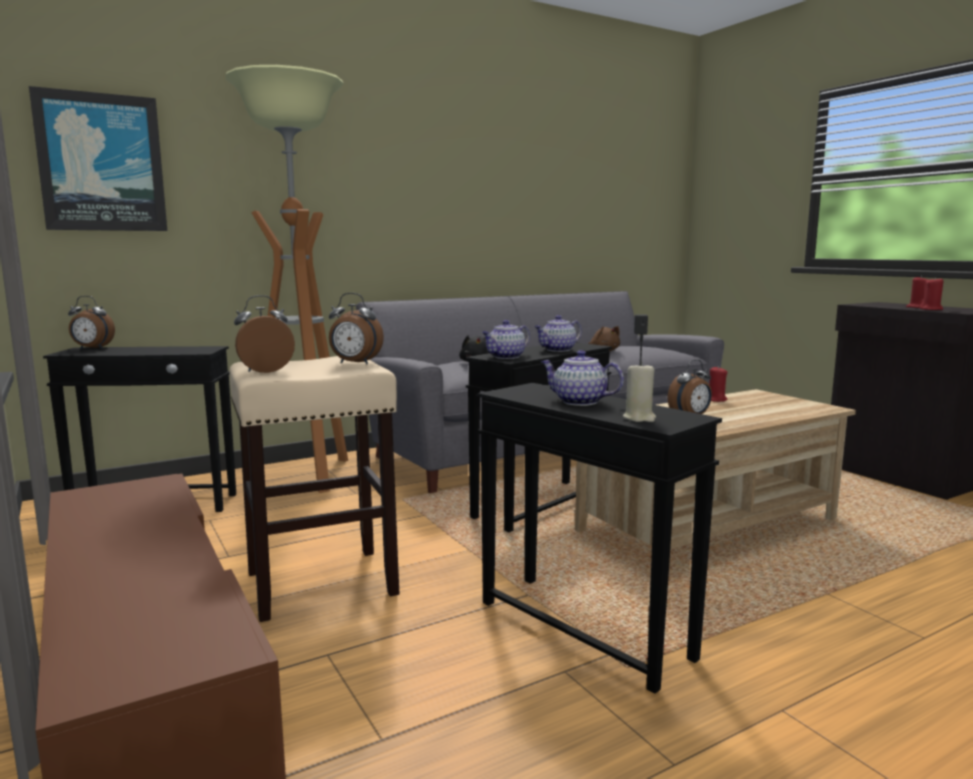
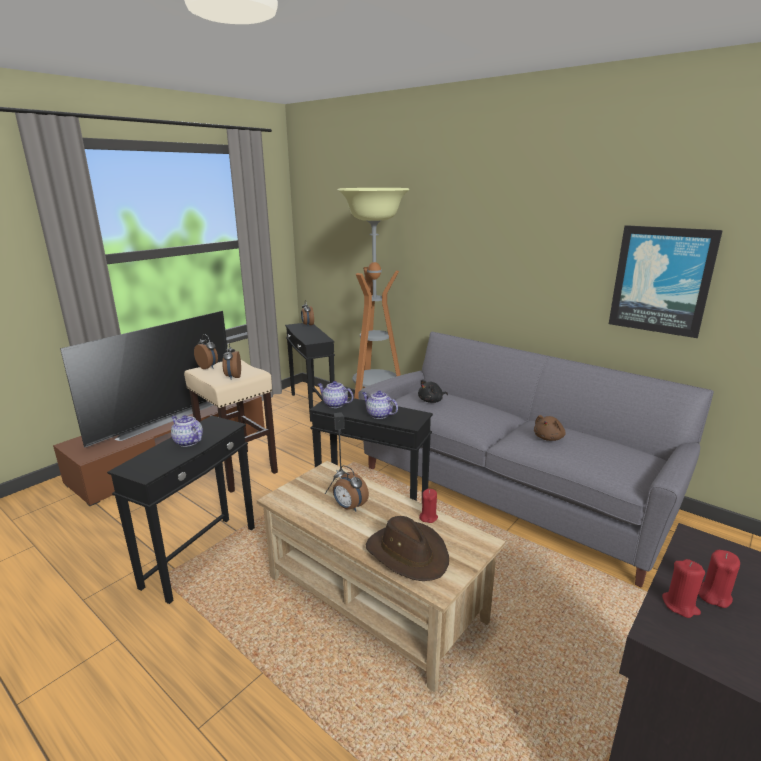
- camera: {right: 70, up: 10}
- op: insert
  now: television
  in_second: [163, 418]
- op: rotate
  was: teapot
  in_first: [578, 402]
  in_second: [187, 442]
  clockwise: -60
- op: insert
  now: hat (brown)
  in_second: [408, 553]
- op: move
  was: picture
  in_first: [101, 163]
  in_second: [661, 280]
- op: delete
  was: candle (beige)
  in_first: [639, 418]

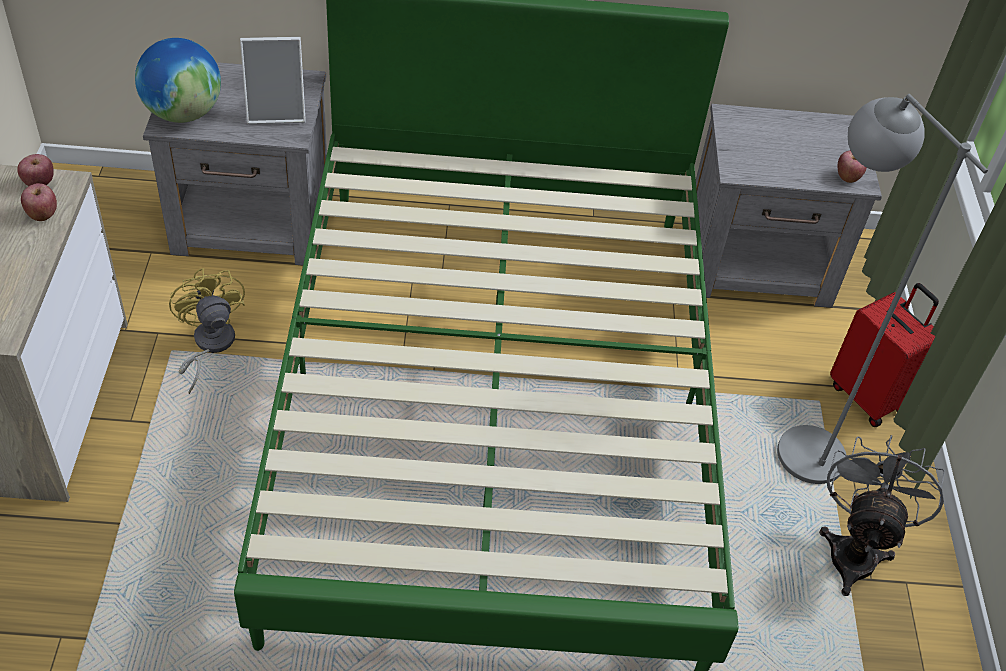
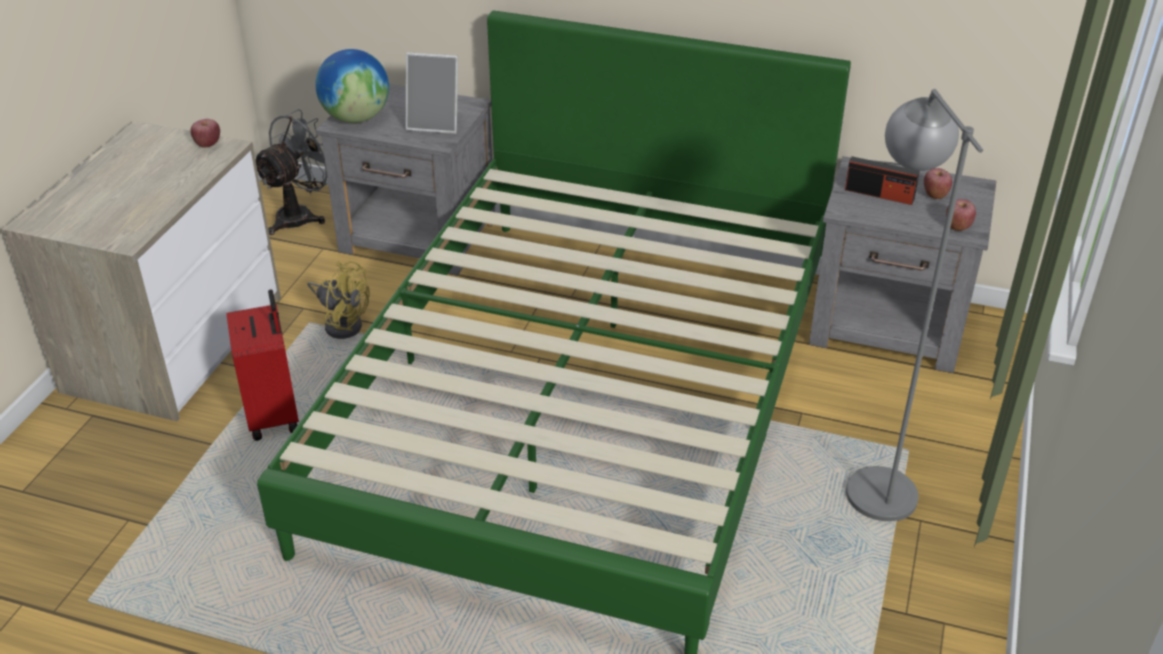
- camera: {right: 20, up: -10}
- op: move
  was: suitcase (red)
  in_first: [868, 396]
  in_second: [275, 415]
- op: move
  was: fan (grey)
  in_first: [854, 549]
  in_second: [301, 215]
- op: rotate
  was: fan (yellow)
  in_first: [209, 345]
  in_second: [342, 323]
  clockwise: 120
- op: insert
  now: radio
  in_second: [879, 194]
- op: move
  was: apple
  in_first: [42, 214]
  in_second: [935, 194]

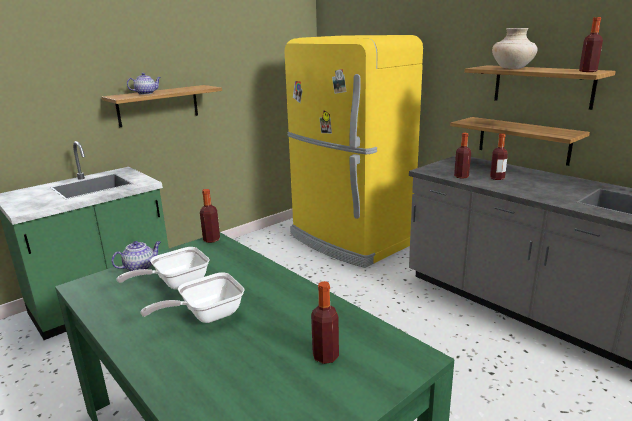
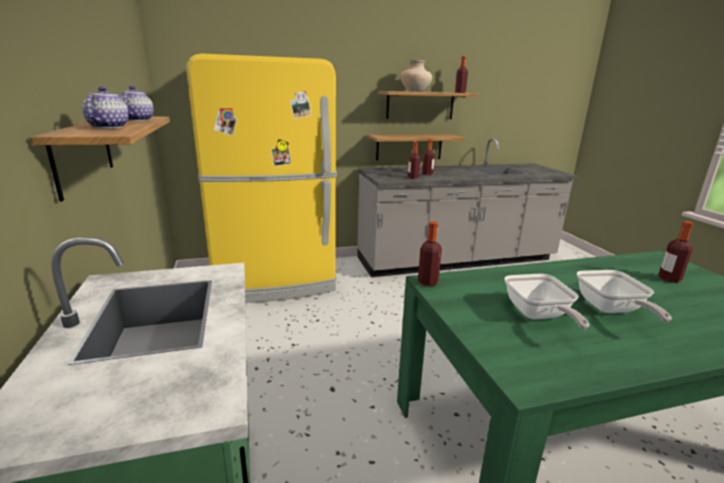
- camera: {right: -65, up: 0}
- op: move
  was: teapot
  in_first: [140, 267]
  in_second: [136, 120]

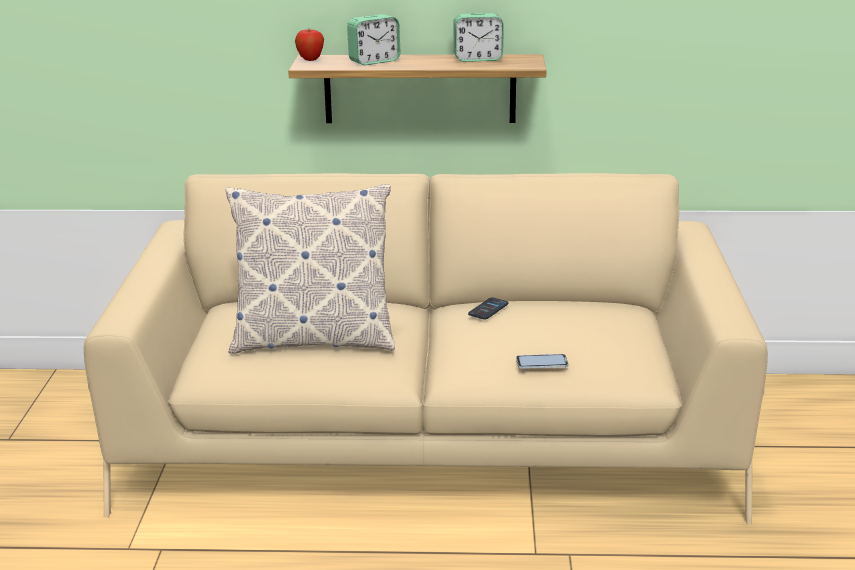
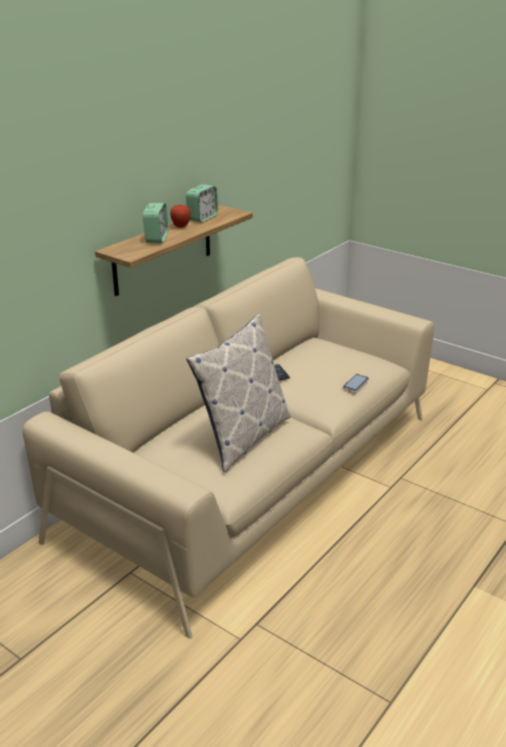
- camera: {right: -55, up: 5}
- op: move
  was: apple
  in_first: [310, 60]
  in_second: [181, 227]

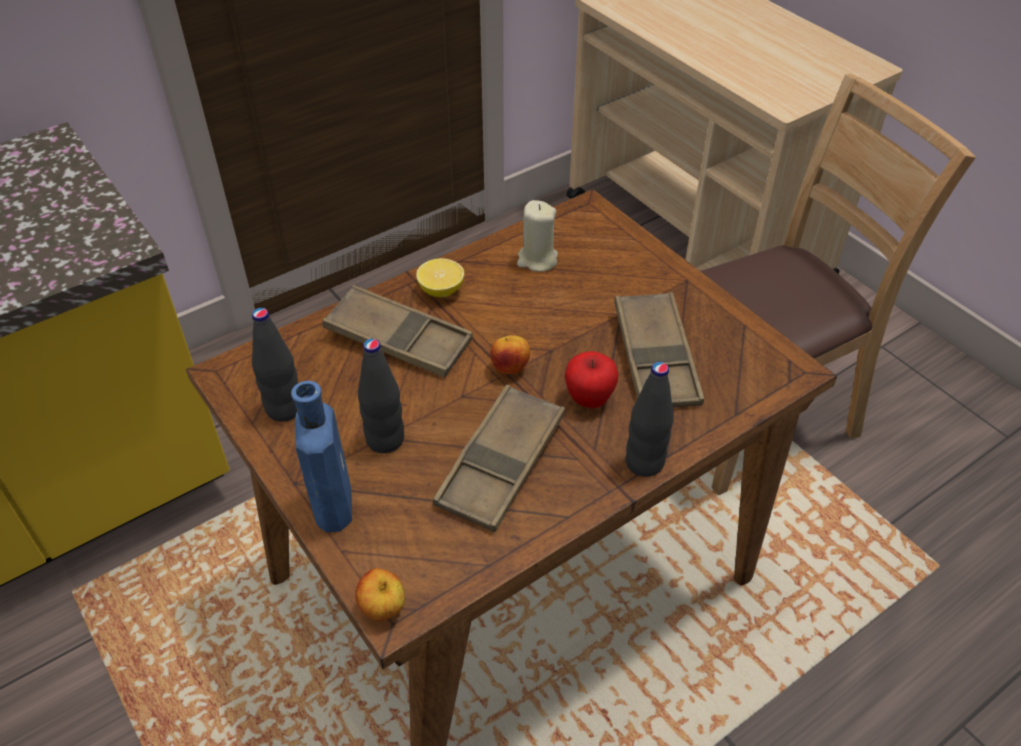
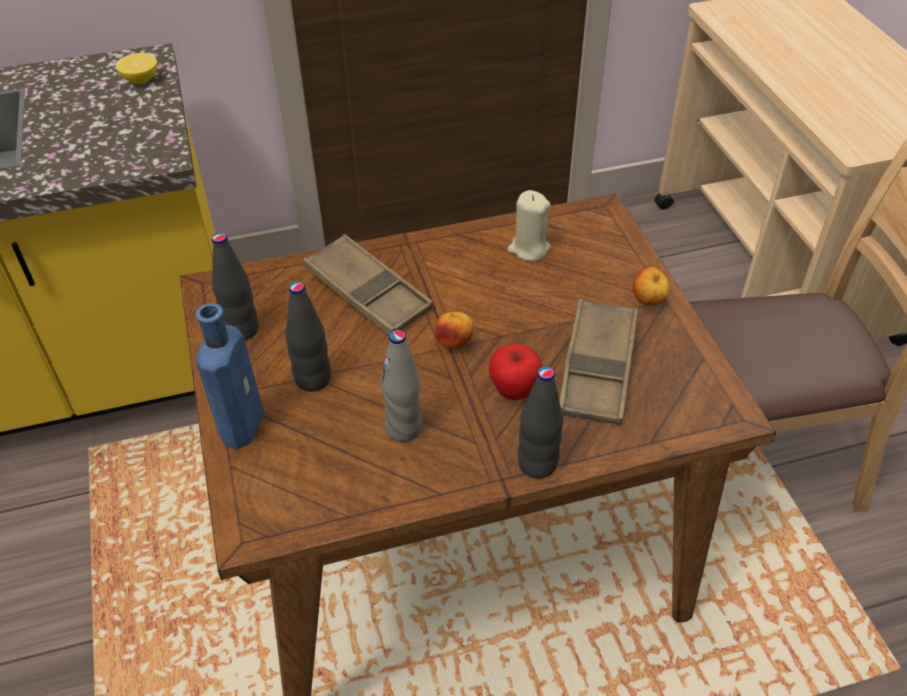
- camera: {right: 20, up: 0}
- op: move
  was: lemon
  in_first: [441, 290]
  in_second: [141, 80]
- op: replace
  was: tray (brown)
  now: bottle (grey)
  in_first: [501, 464]
  in_second: [403, 428]
- op: move
  was: apple
  in_first: [383, 609]
  in_second: [648, 302]

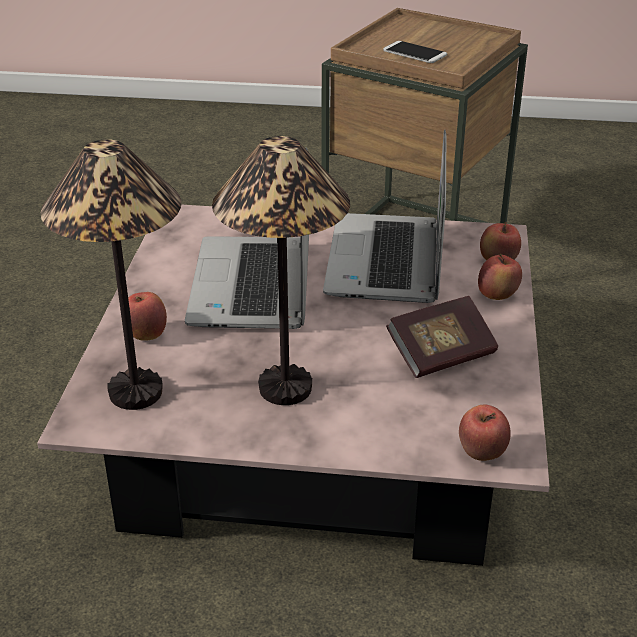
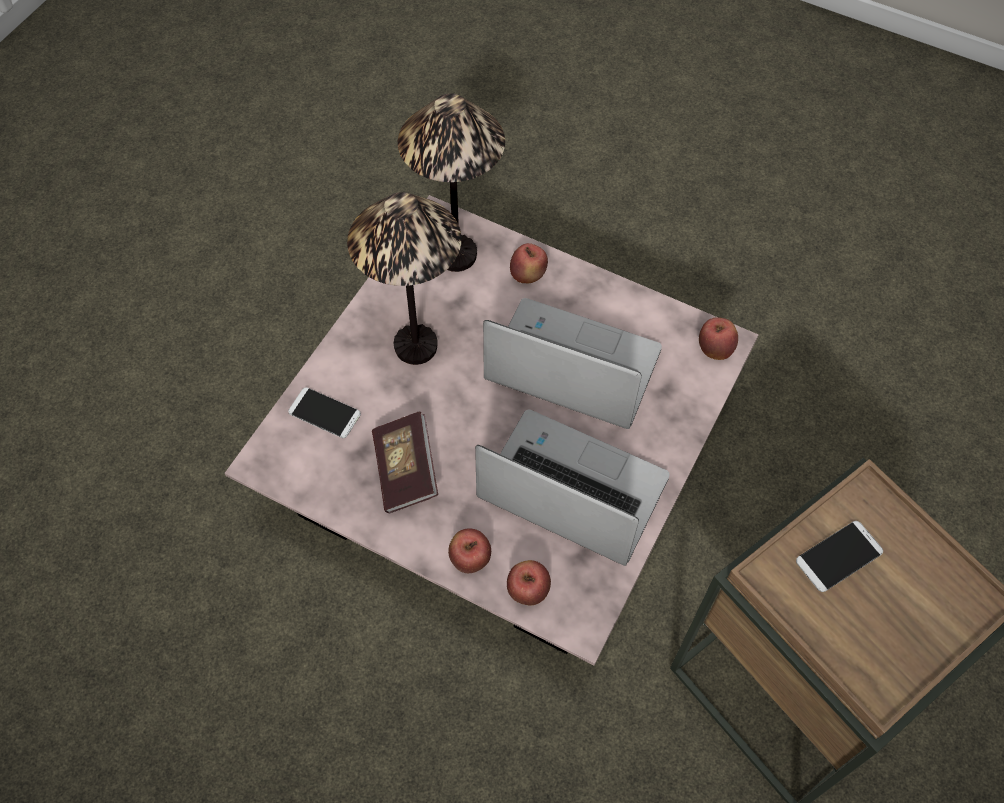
- camera: {right: 110, up: 25}
- op: insert
  now: phone
  in_second: [324, 413]
- op: move
  was: apple
  in_first: [482, 454]
  in_second: [714, 350]

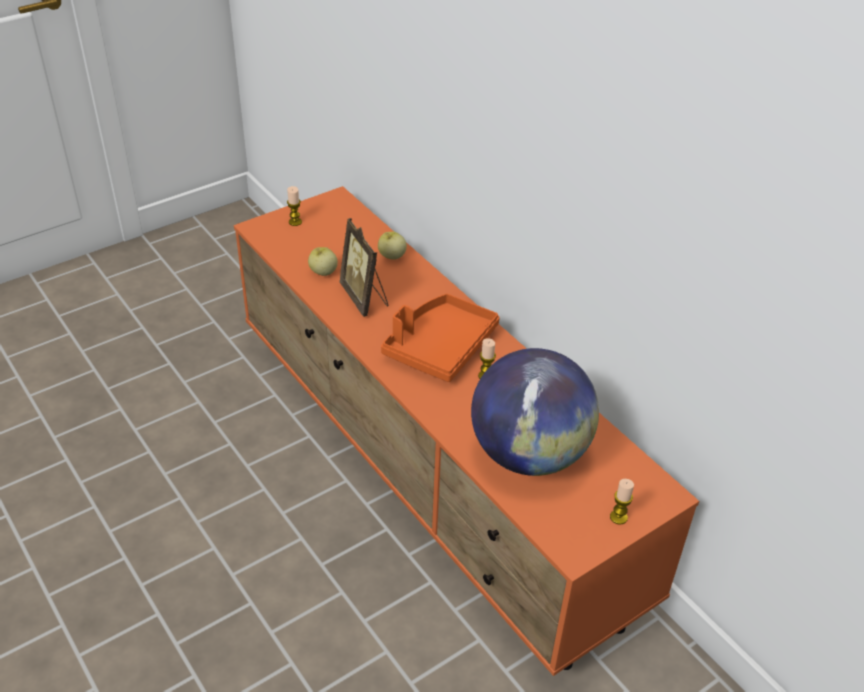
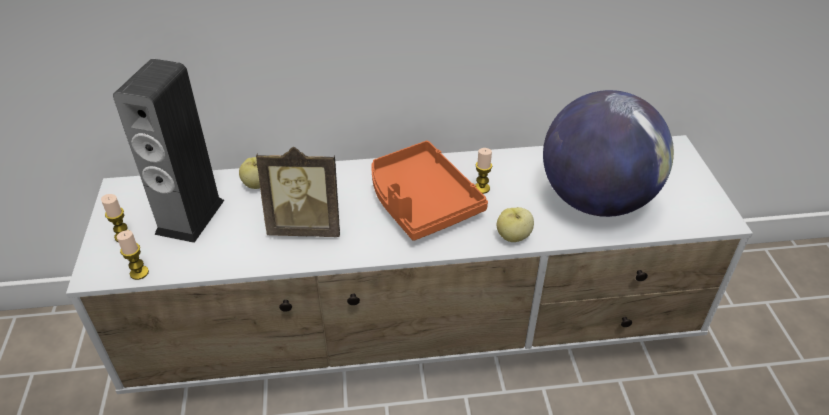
- camera: {right: -60, up: 0}
- op: recolor
  was: tv stand (orange)
  now: tv stand (white)
  in_first: [429, 472]
  in_second: [417, 334]
- op: insert
  now: speaker
  in_second: [190, 217]
- op: move
  was: candle
  in_first: [618, 517]
  in_second: [139, 273]
- op: move
  was: apple
  in_first: [323, 272]
  in_second: [513, 237]

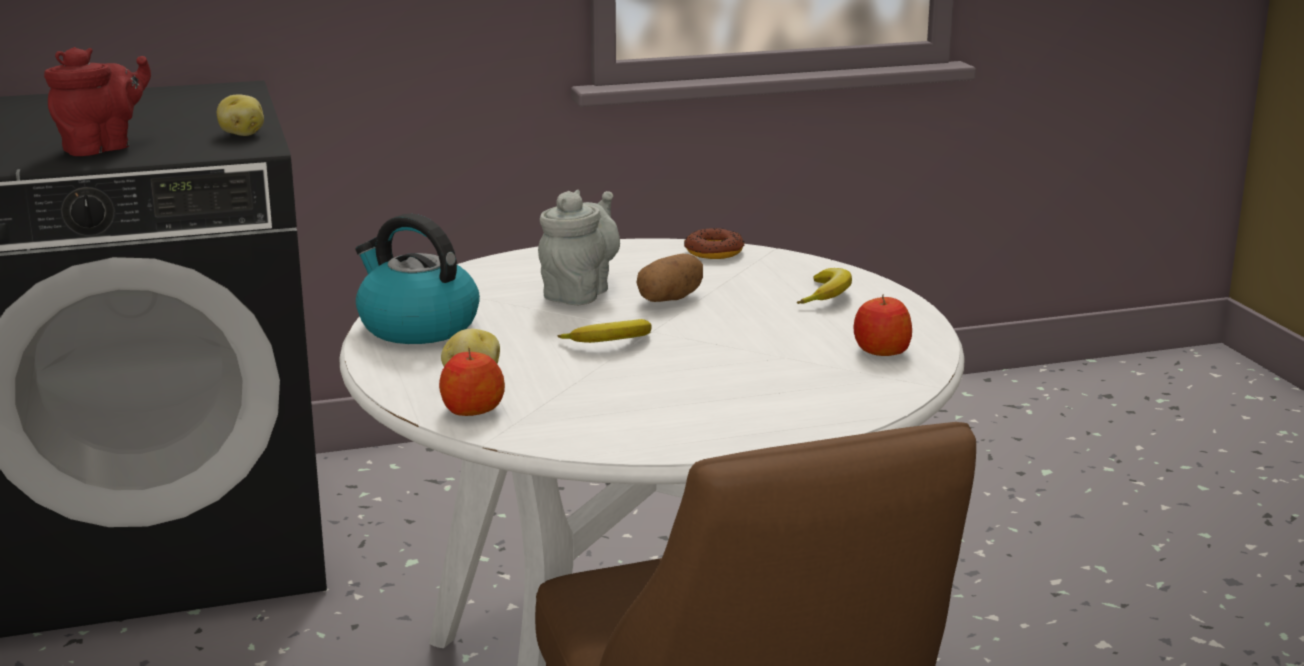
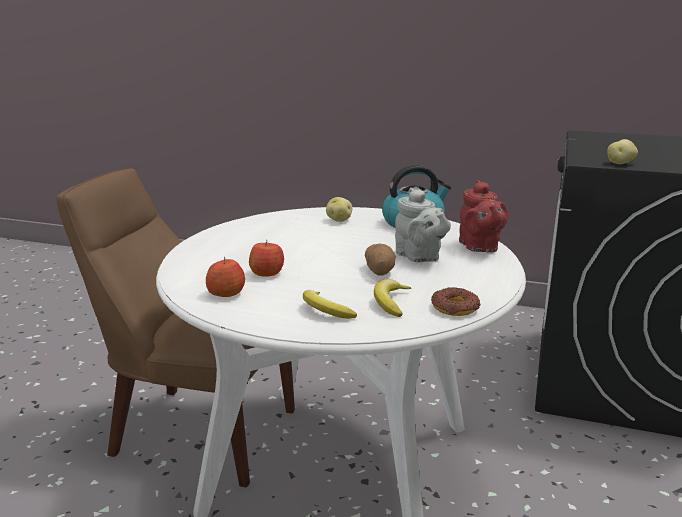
- camera: {right: 125, up: 0}
- op: move
  was: apple
  in_first: [472, 409]
  in_second: [267, 273]
- op: move
  was: banana
  in_first: [610, 343]
  in_second: [390, 302]
- op: move
  was: teapot (red)
  in_first: [102, 148]
  in_second: [479, 247]

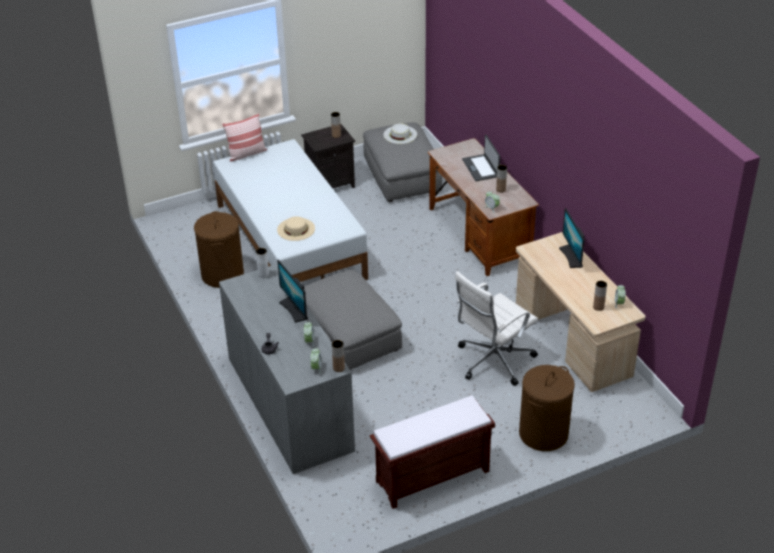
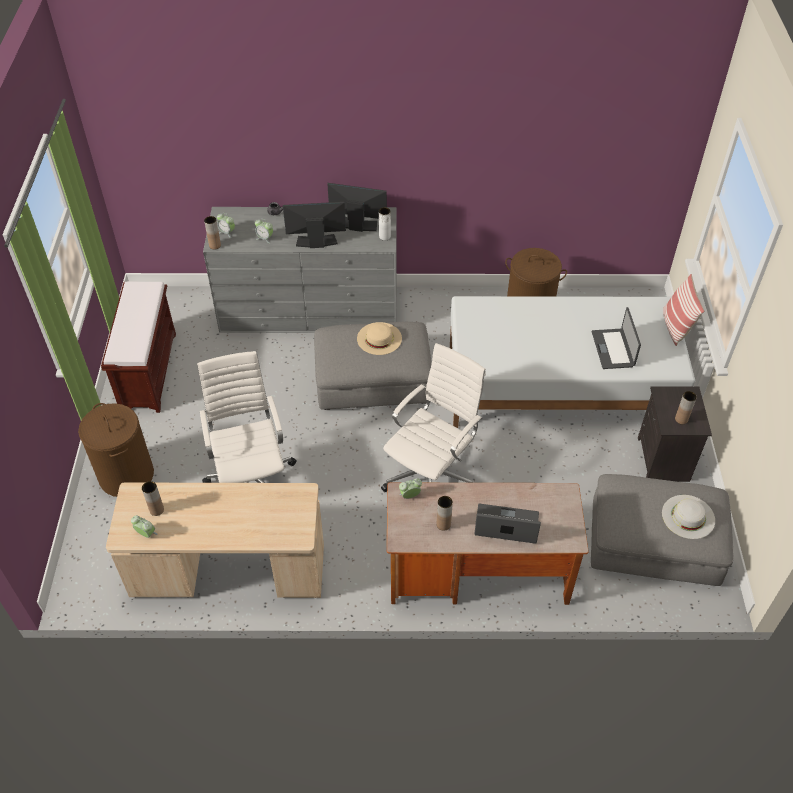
- camera: {right: 115, up: 10}
- op: move
  was: monitor
  in_first: [572, 256]
  in_second: [357, 225]
- op: move
  was: hat (beige)
  in_first: [296, 229]
  in_second: [379, 338]
- op: insert
  now: office chair (white)
  in_second: [431, 475]
- op: insert
  now: laptop
  in_second: [613, 349]

